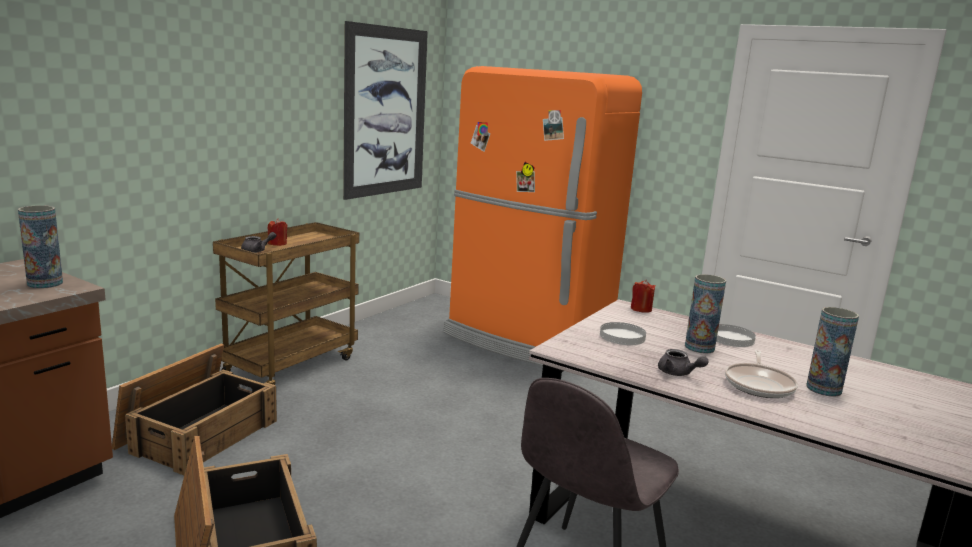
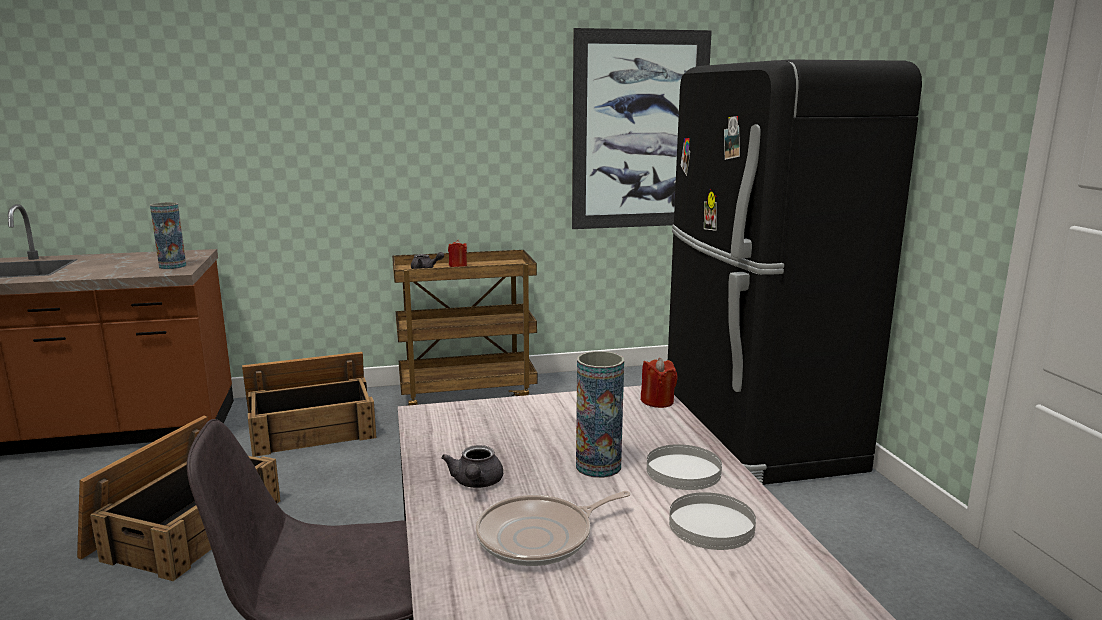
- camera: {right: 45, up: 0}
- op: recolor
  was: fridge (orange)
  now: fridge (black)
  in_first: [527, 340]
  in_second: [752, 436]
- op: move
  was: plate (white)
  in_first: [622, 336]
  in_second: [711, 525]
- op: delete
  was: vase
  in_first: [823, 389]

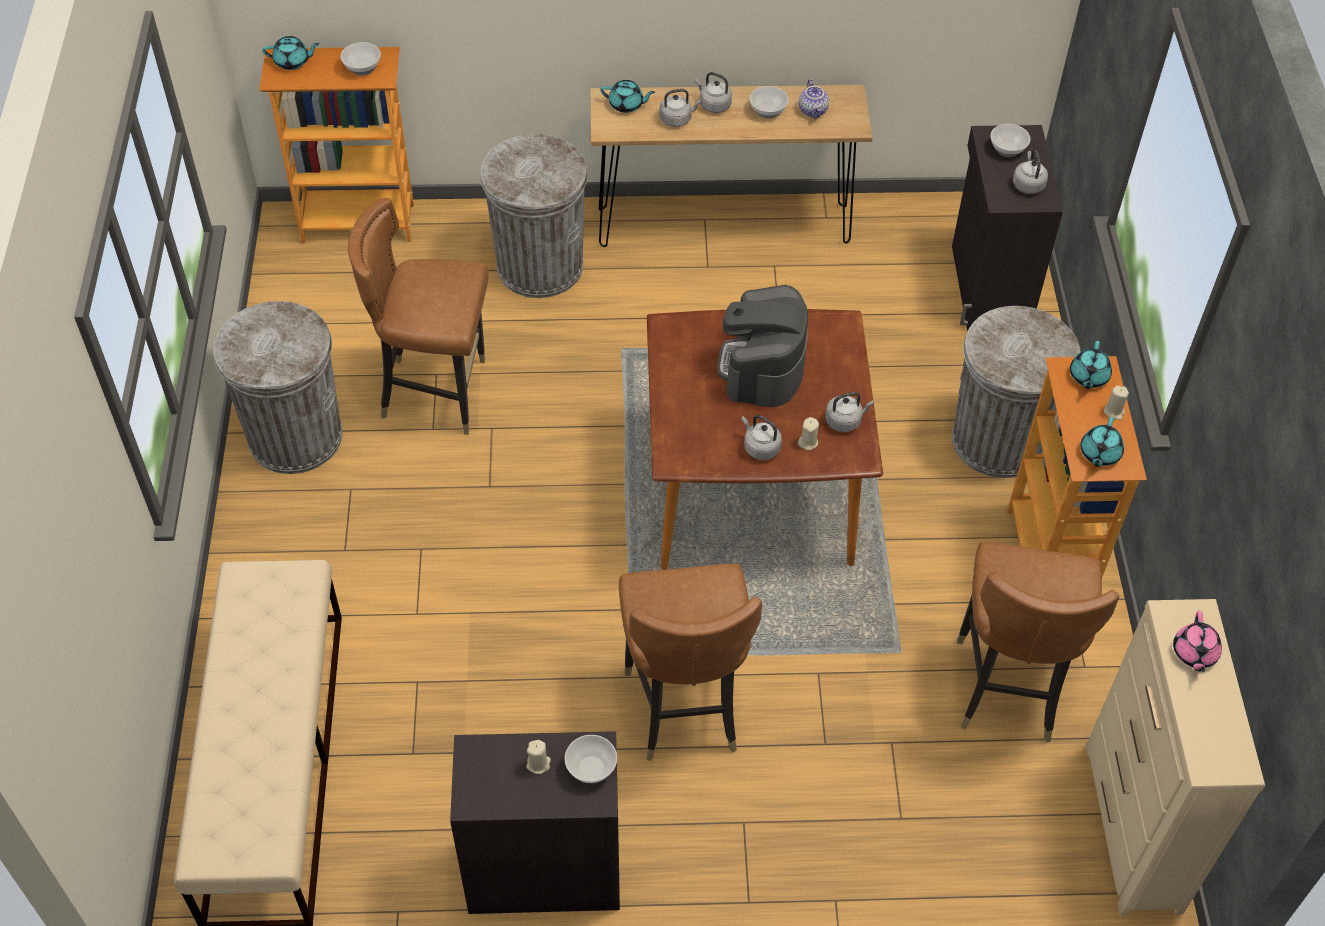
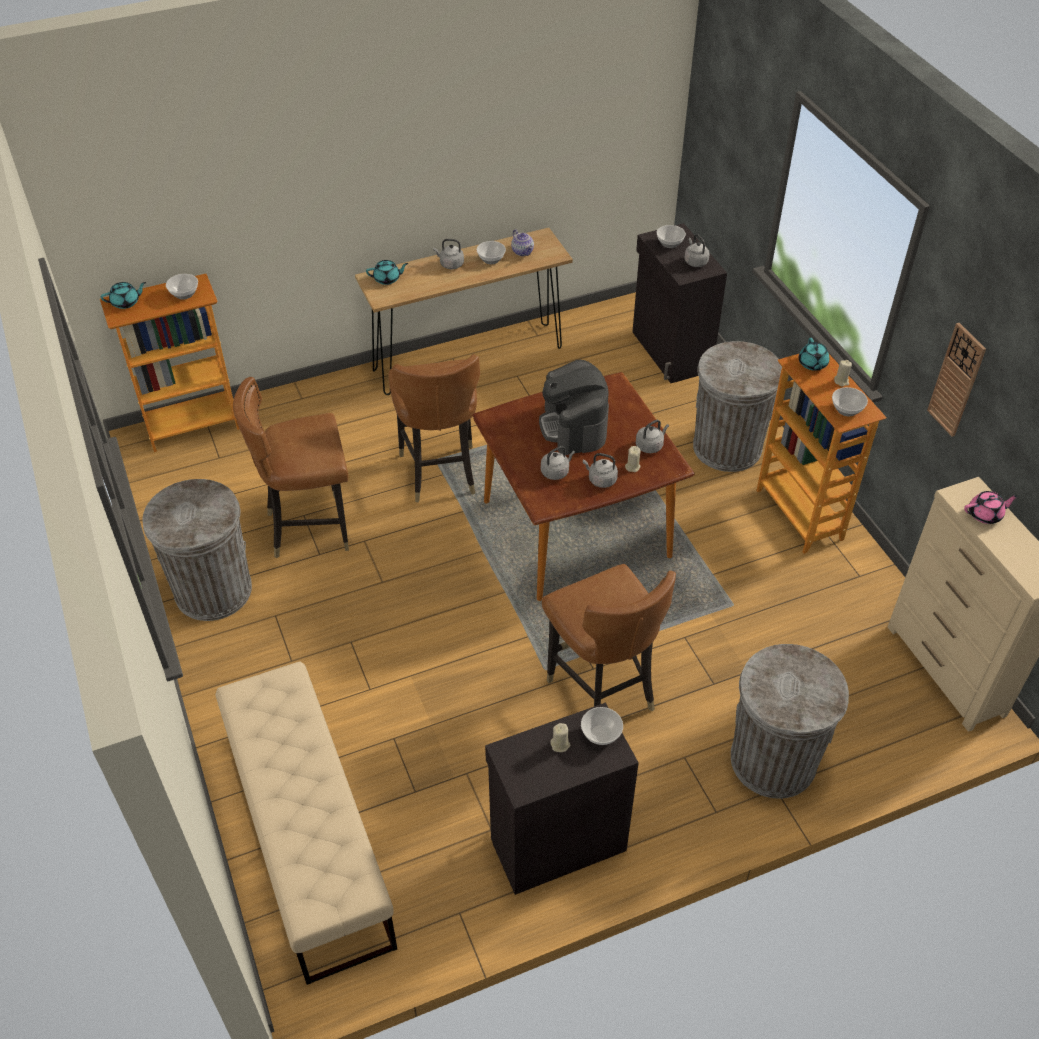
- camera: {right: -20, up: -5}
- op: move
  was: chair (brown)
  in_first: [1007, 687]
  in_second: [439, 472]
- op: move
  was: kettle (grey)
  in_first: [677, 119]
  in_second: [556, 472]
- op: move
  was: trash can (grey)
  in_first: [540, 266]
  in_second: [773, 760]
- op: replace
  was: teapot (turquoise)
  now: bowl
  in_first: [1099, 454]
  in_second: [847, 410]
- op: insert
  now: wall clock
  in_second: [956, 380]
- op: rotate
  was: teapot (pink)
  in_first: [1194, 653]
  in_second: [985, 514]
  clockwise: -90

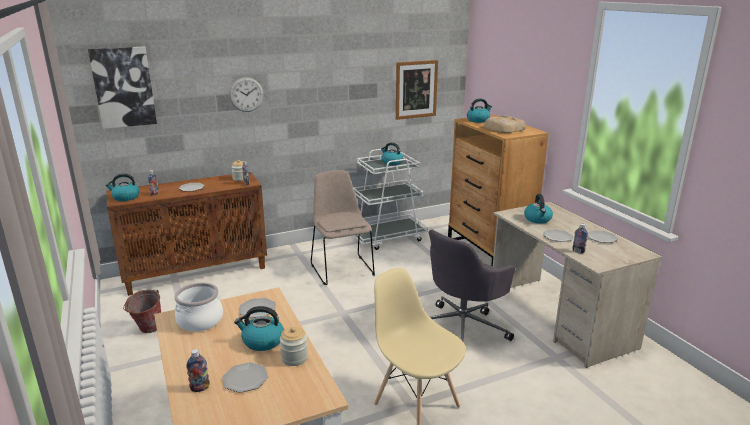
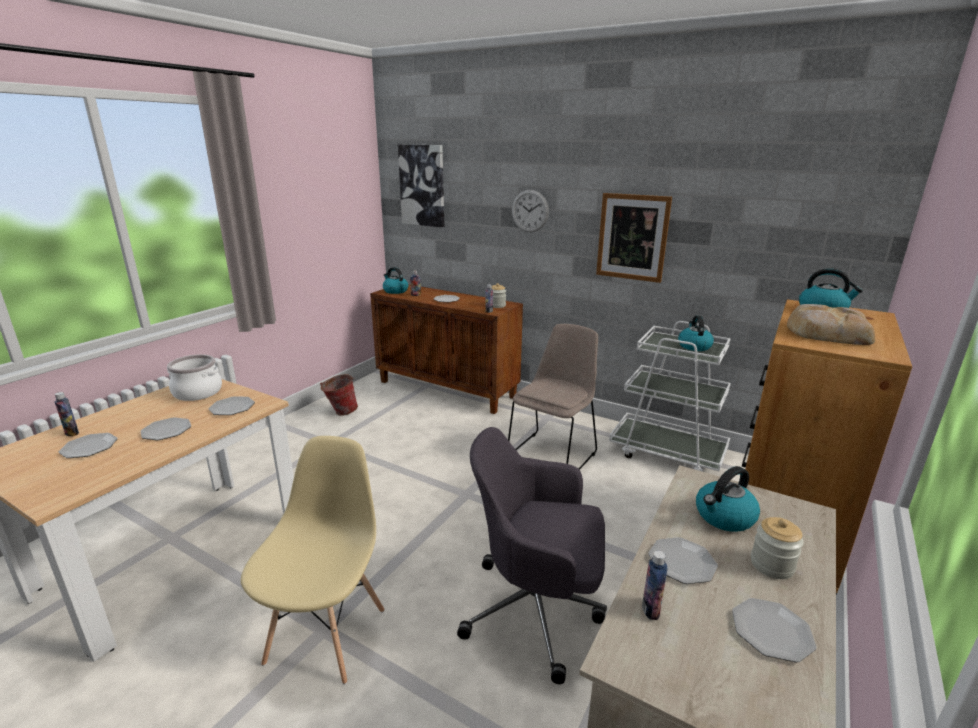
- camera: {right: 55, up: 0}
- op: replace
  was: kettle
  now: plate
  in_first: [262, 341]
  in_second: [166, 431]
- op: move
  was: picture
  in_first: [416, 89]
  in_second: [632, 237]
- op: move
  was: jar
  in_first: [294, 358]
  in_second: [772, 565]

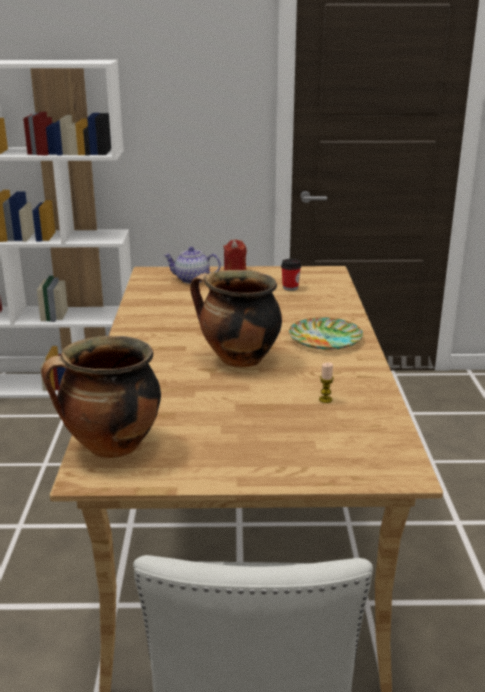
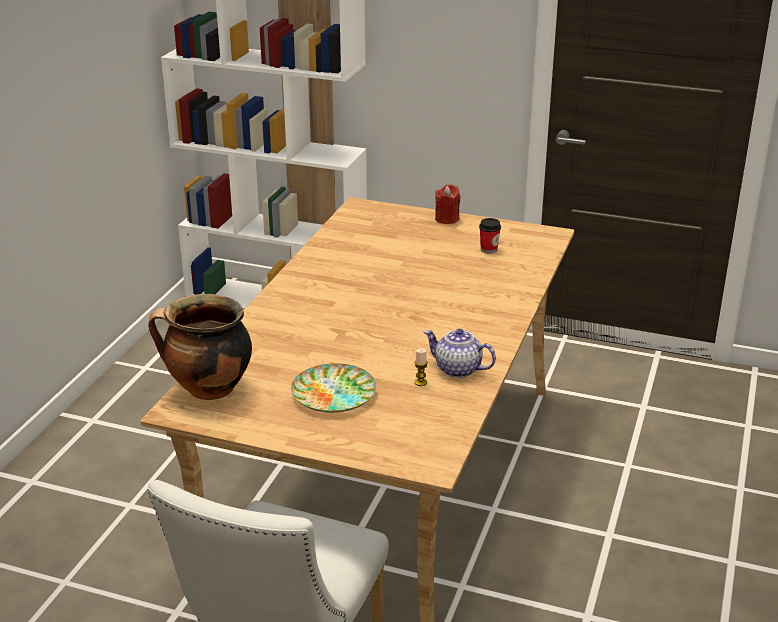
- camera: {right: 20, up: 5}
- op: move
  was: plate
  in_first: [325, 338]
  in_second: [334, 393]
- op: move
  was: teapot
  in_first: [192, 279]
  in_second: [457, 369]
- op: delete
  was: cooking pot
  in_first: [238, 360]

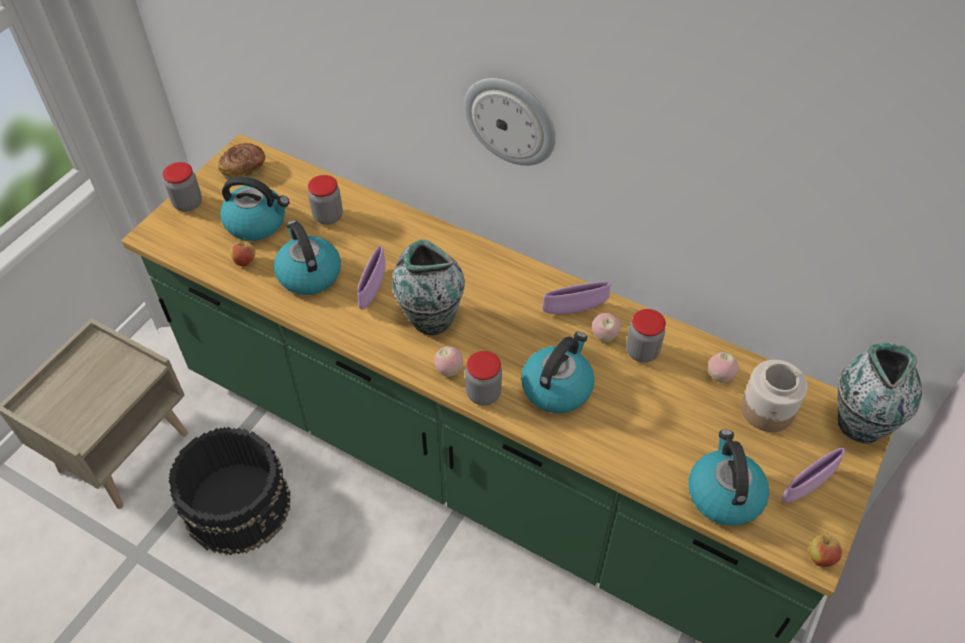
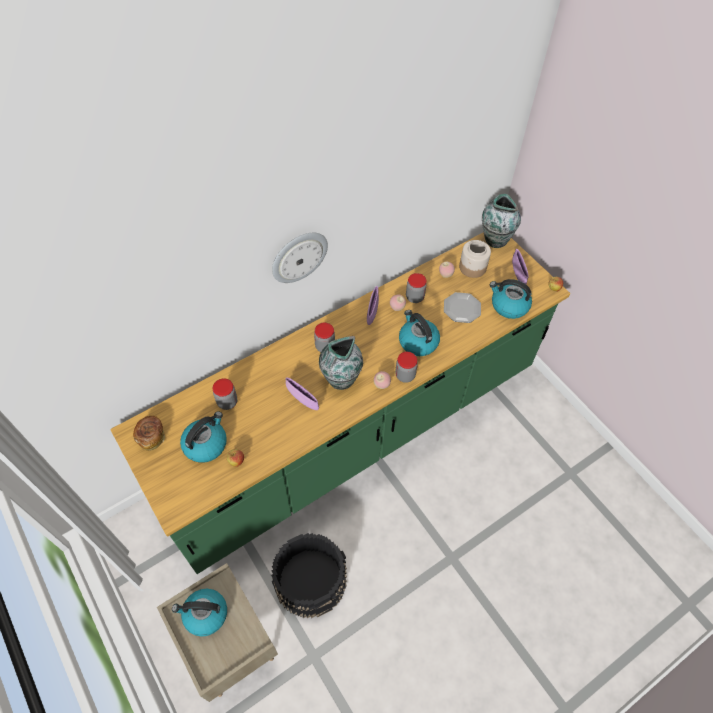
- camera: {right: -65, up: 5}
- op: move
  was: kettle
  in_first: [308, 274]
  in_second: [205, 614]
- op: move
  was: jar
  in_first: [188, 203]
  in_second: [325, 346]
- op: insert
  now: plate
  in_second: [462, 308]

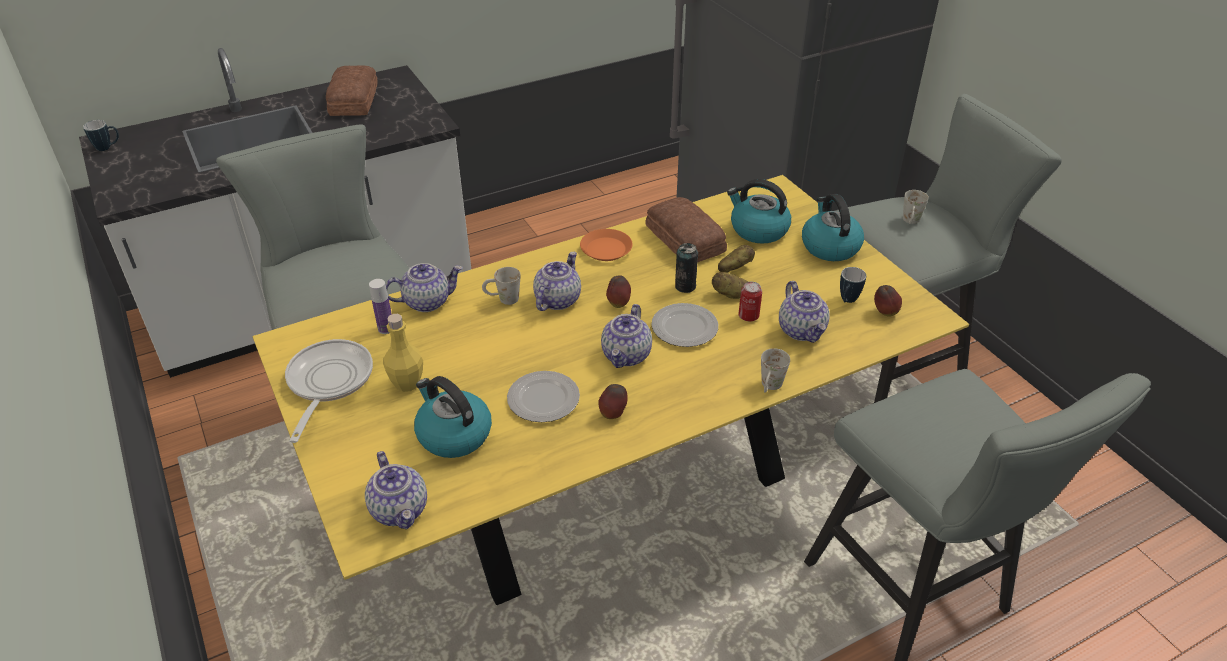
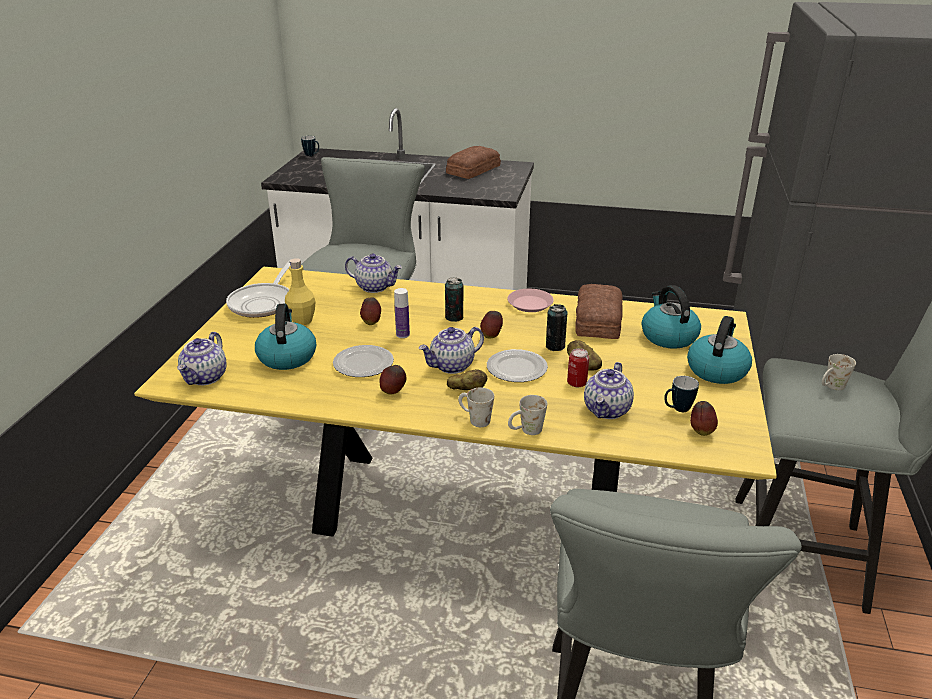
- camera: {right: 40, up: -10}
- op: rotate
  was: frying pan
  in_first: [328, 383]
  in_second: [264, 302]
  clockwise: 150
- op: insert
  now: apple
  in_second: [371, 322]
- op: move
  was: bottle
  in_first: [386, 329]
  in_second: [402, 334]
- op: replace
  was: teapot
  now: can
  in_first: [557, 299]
  in_second: [454, 317]
- op: move
  was: potato
  in_first: [735, 268]
  in_second: [467, 390]
- op: move
  was: mug (white)
  in_first: [502, 299]
  in_second: [474, 419]
- op: recolor
  was: plate (orange)
  now: plate (pink)
  in_first: [606, 249]
  in_second: [530, 304]

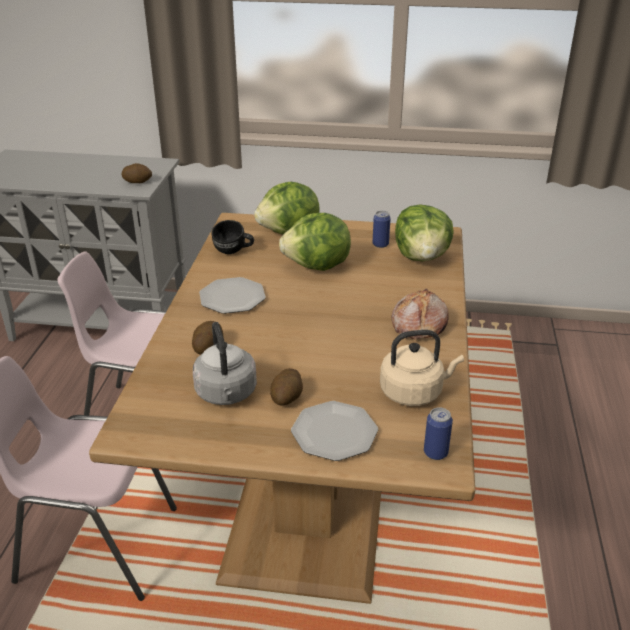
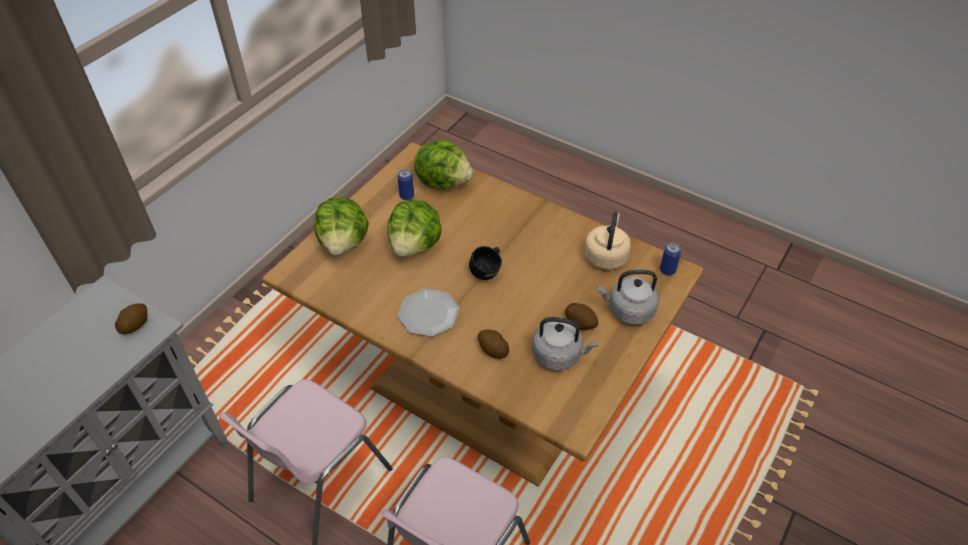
- camera: {right: -65, up: 15}
- op: move
  was: mug (black)
  in_first: [233, 252]
  in_second: [488, 271]
- op: replace
  was: plate
  now: kettle (grey)
  in_first: [333, 433]
  in_second: [628, 311]
- op: delete
  was: bread
  in_first: [418, 324]

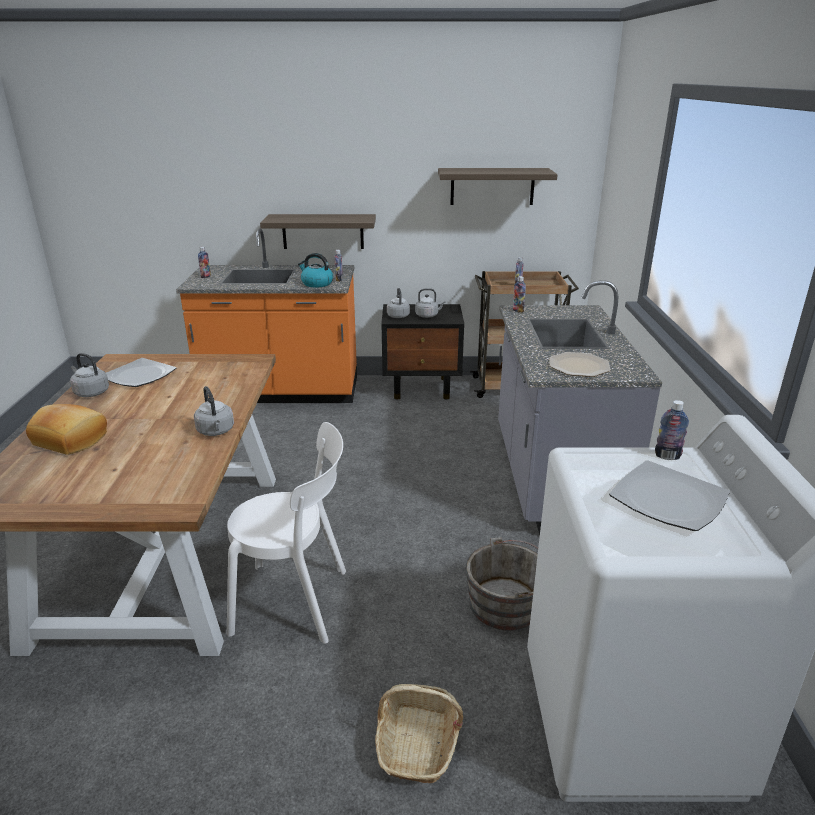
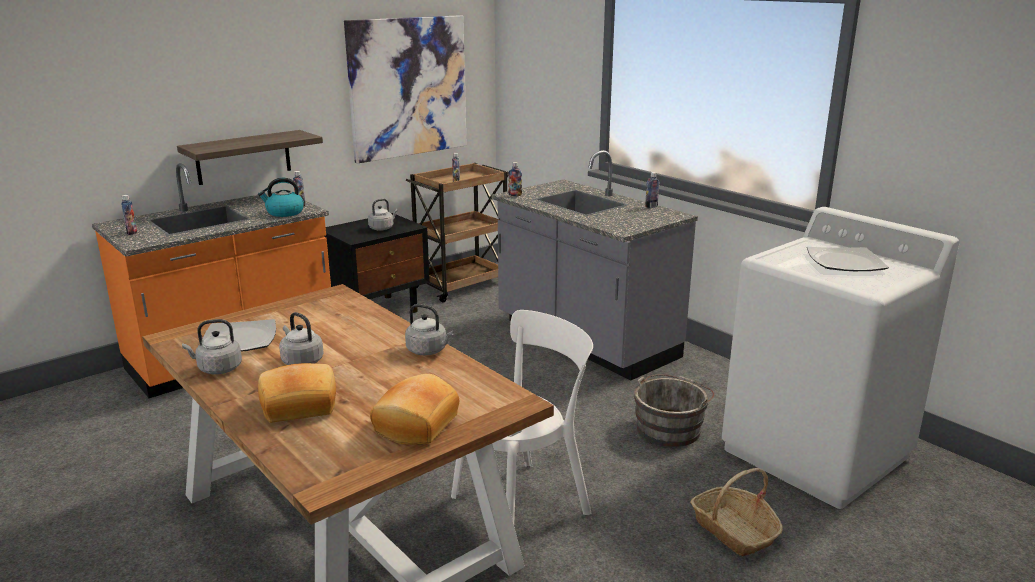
- camera: {right: -40, up: -5}
- op: move
  was: kettle (grey)
  in_first: [398, 316]
  in_second: [301, 361]
- op: replace
  was: shelf
  now: picture
  in_first: [492, 186]
  in_second: [408, 87]
- op: insert
  now: bread
  in_second: [414, 424]
- op: move
  was: bottle
  in_first: [667, 456]
  in_second: [651, 206]
- op: delete
  was: plate
  in_first: [578, 366]

